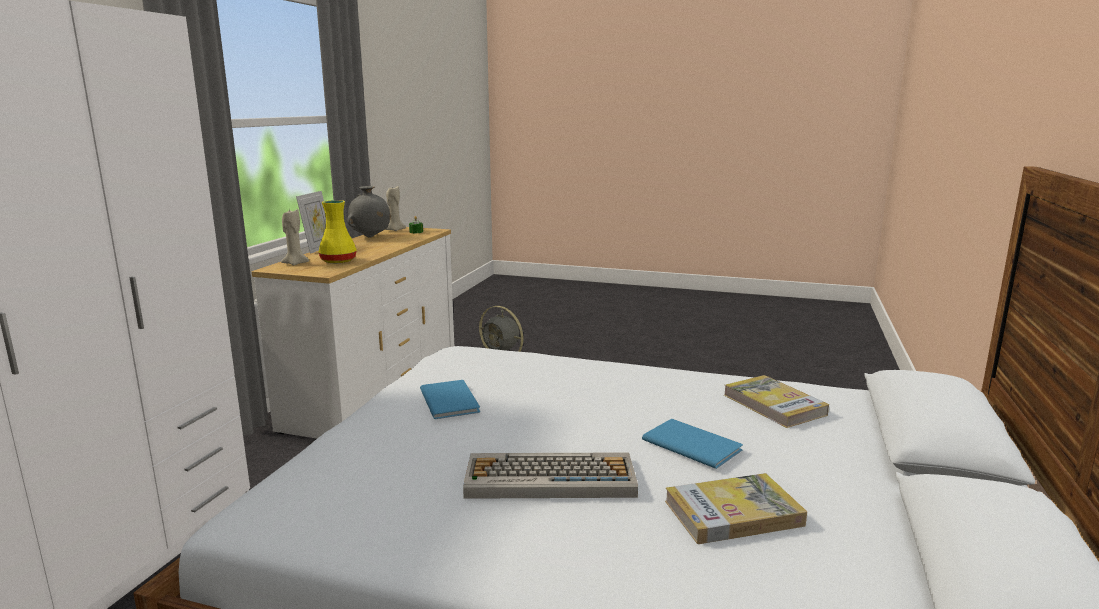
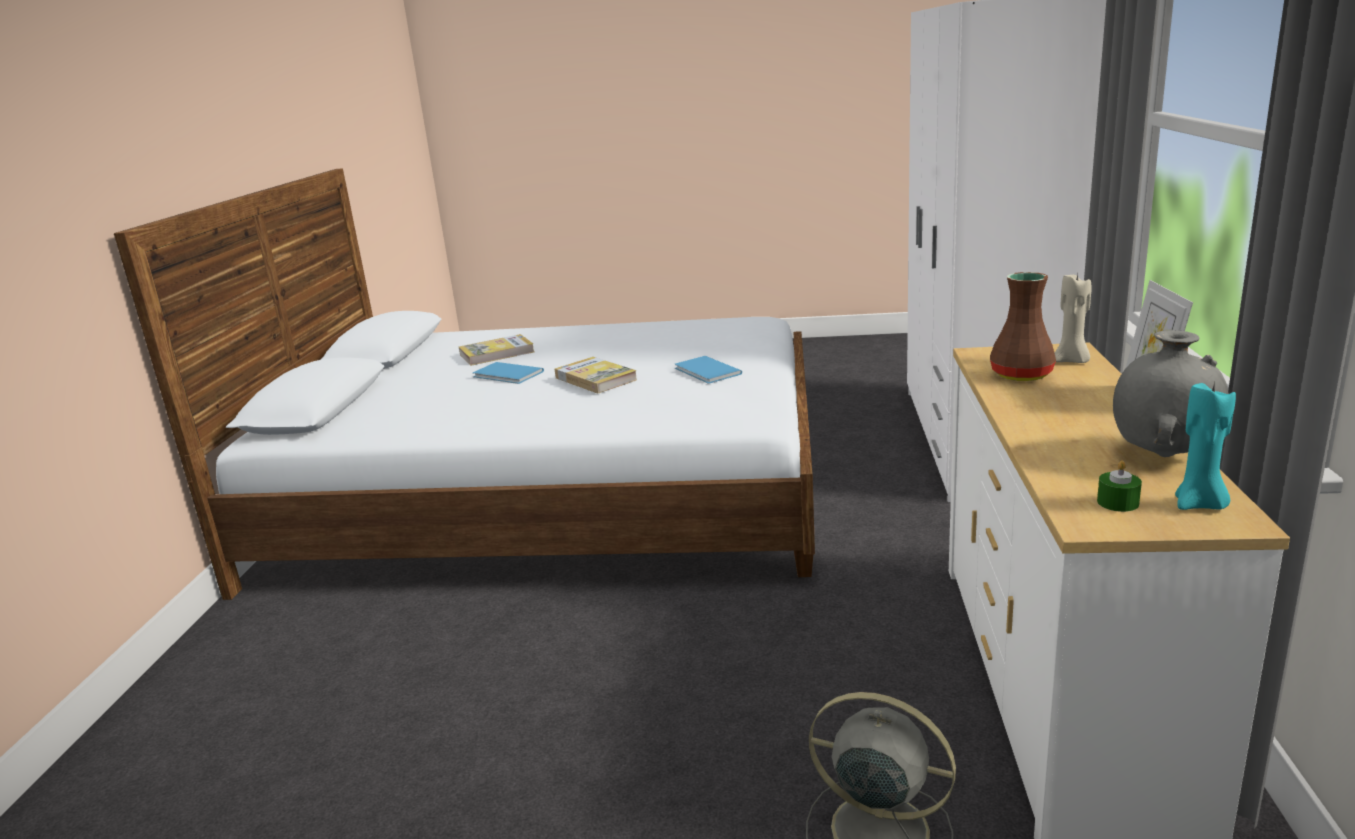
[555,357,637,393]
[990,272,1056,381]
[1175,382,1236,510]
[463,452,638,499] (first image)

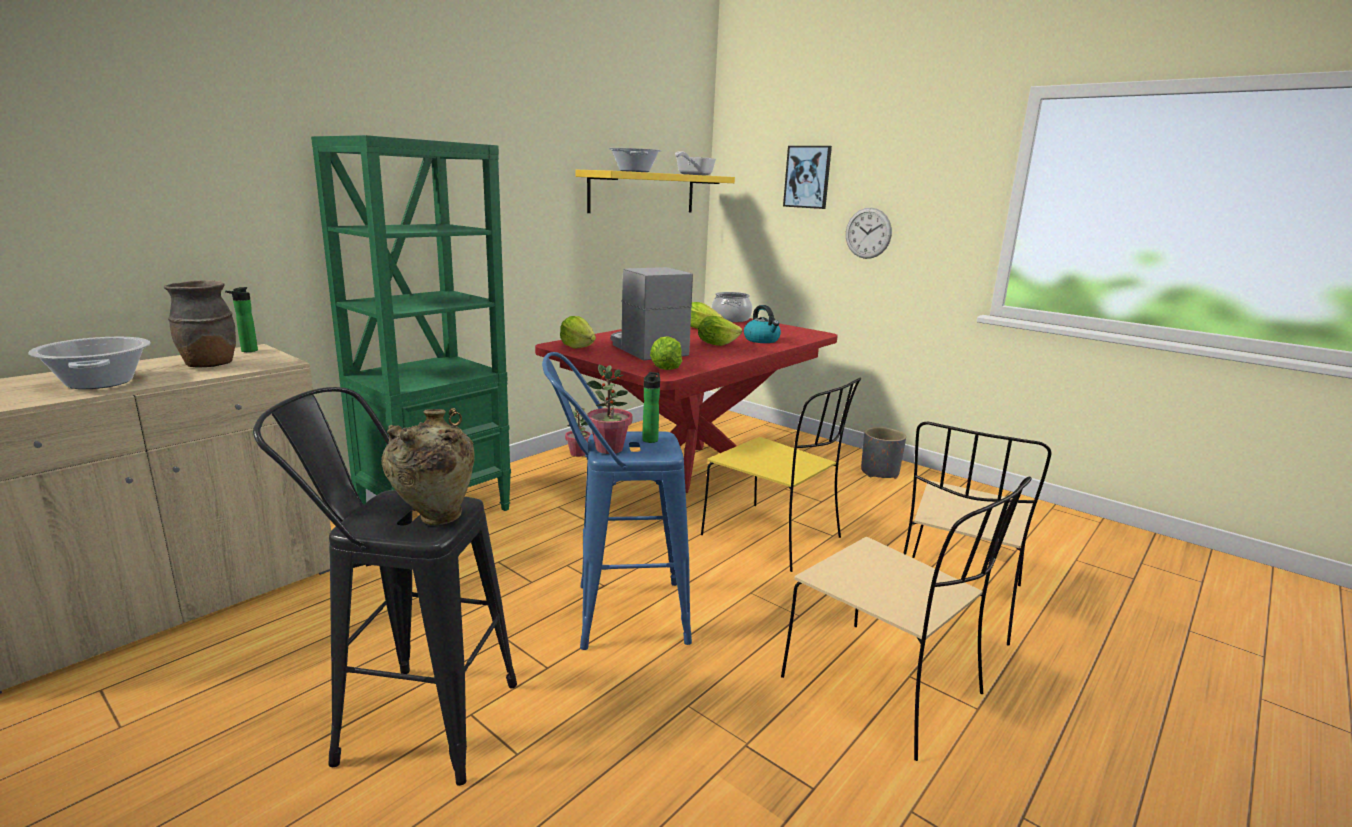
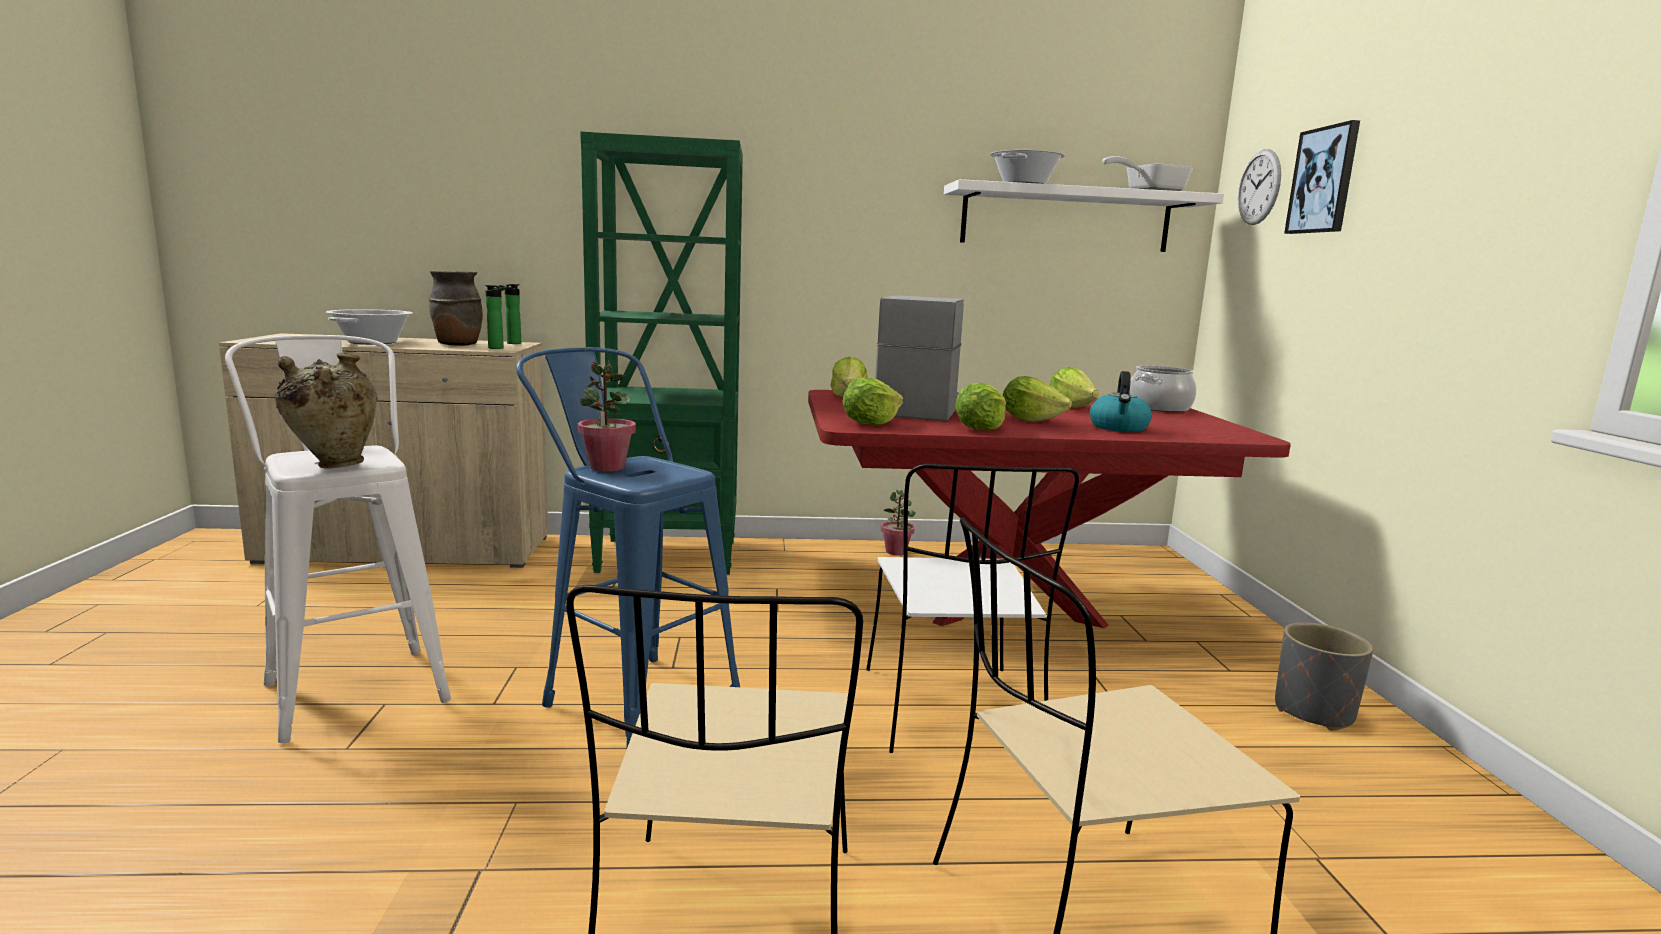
[225,335,451,743]
[485,285,508,349]
[866,464,1079,753]
[944,179,1224,252]
[955,383,1006,431]
[1238,149,1281,225]

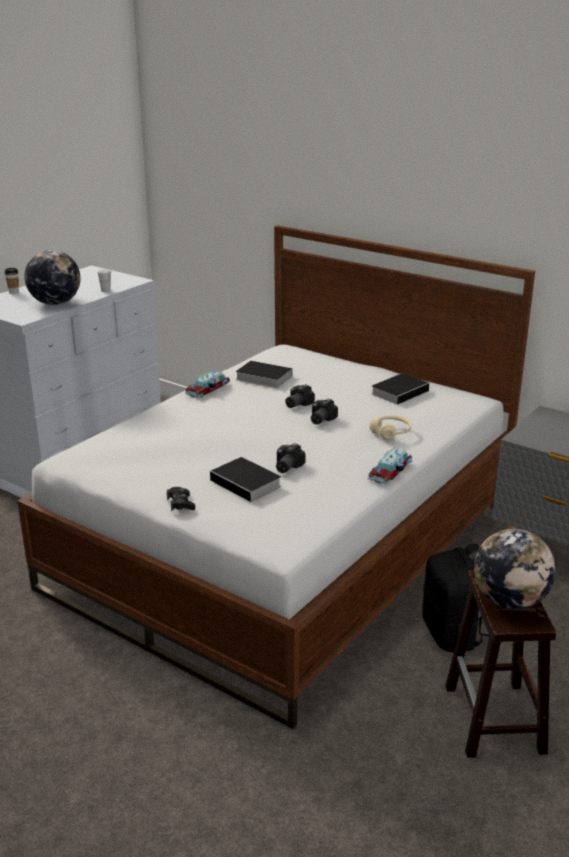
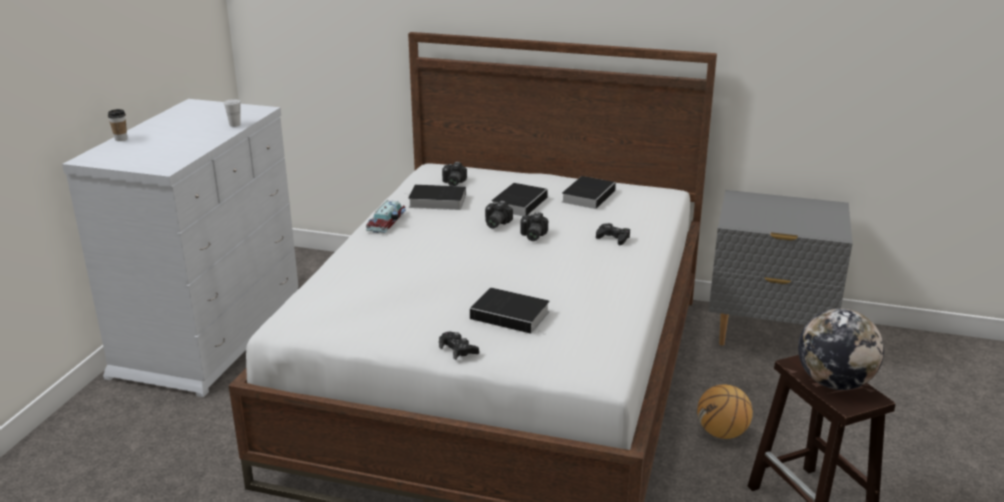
[442,162,467,186]
[491,183,548,216]
[596,223,630,245]
[697,385,753,439]
[24,250,80,305] (first image)
[368,447,413,485] (first image)

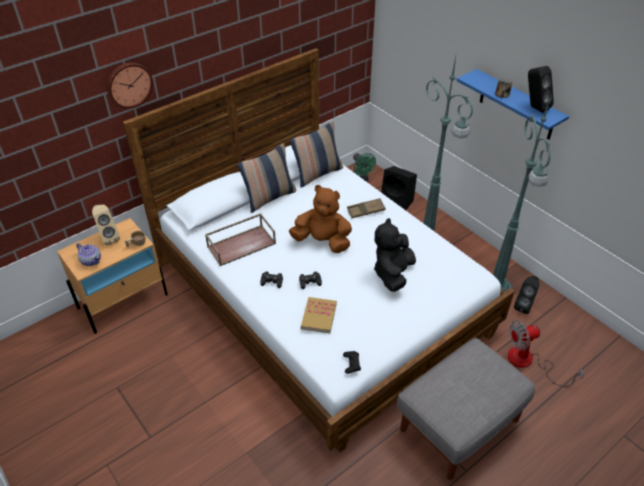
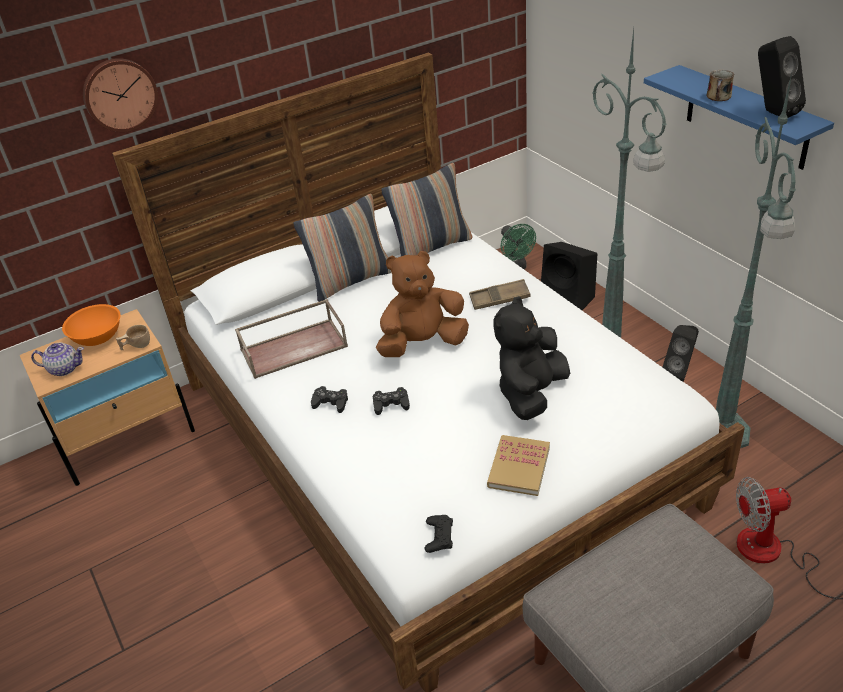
[31,343,84,376]
[62,304,121,346]
[376,251,469,357]
[487,435,550,496]
[663,325,699,382]

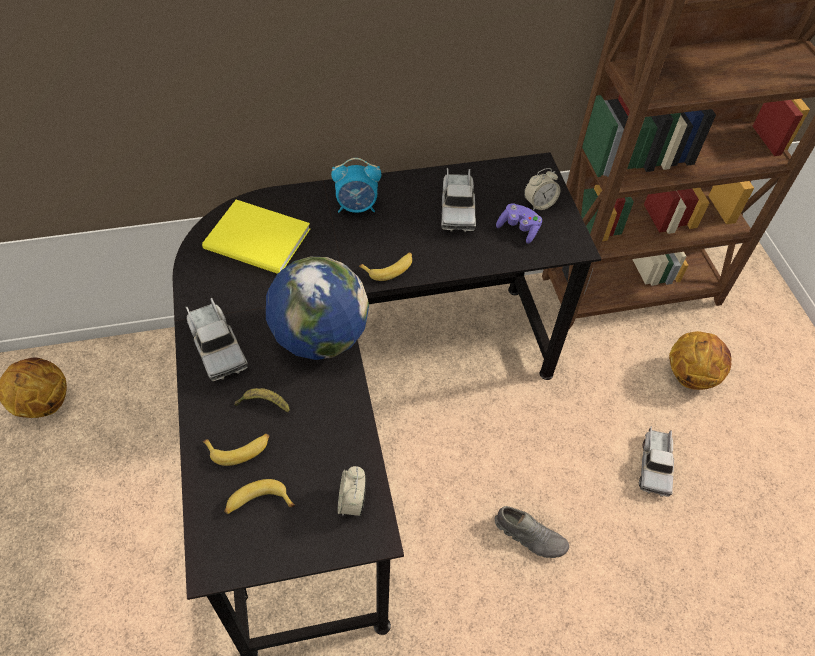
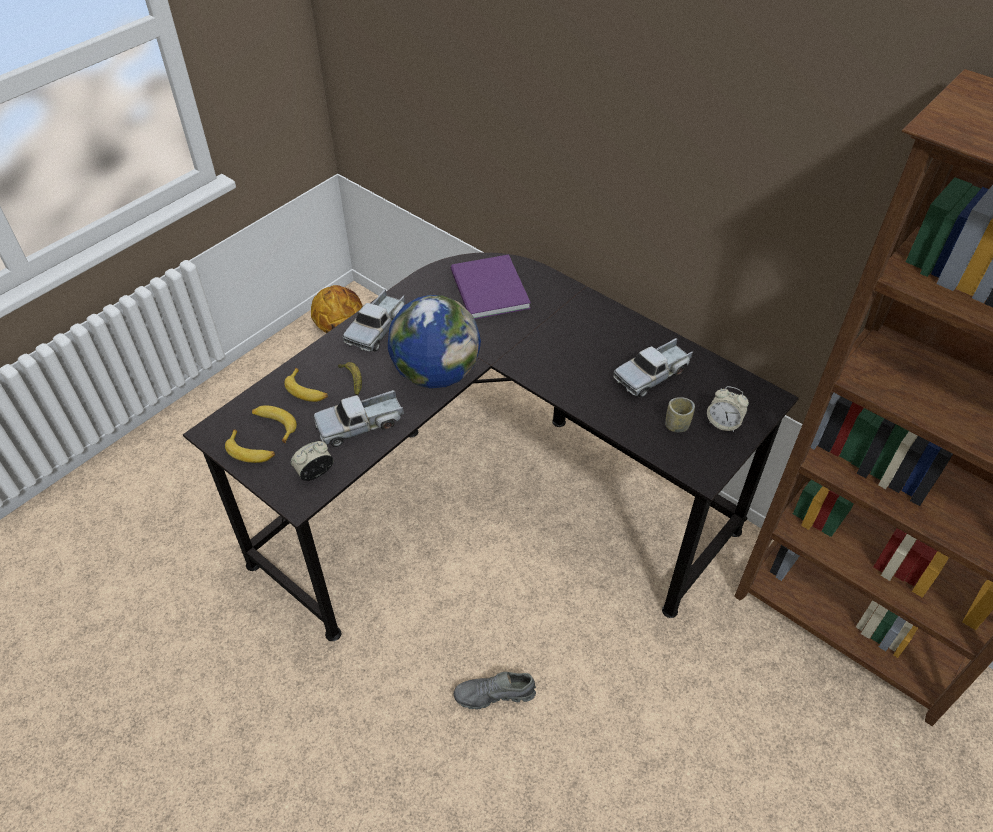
[225,429,275,463]
[314,390,404,447]
[451,254,531,319]
[454,672,536,710]
[665,397,695,432]
[331,158,381,213] (first image)
[669,331,731,390] (first image)

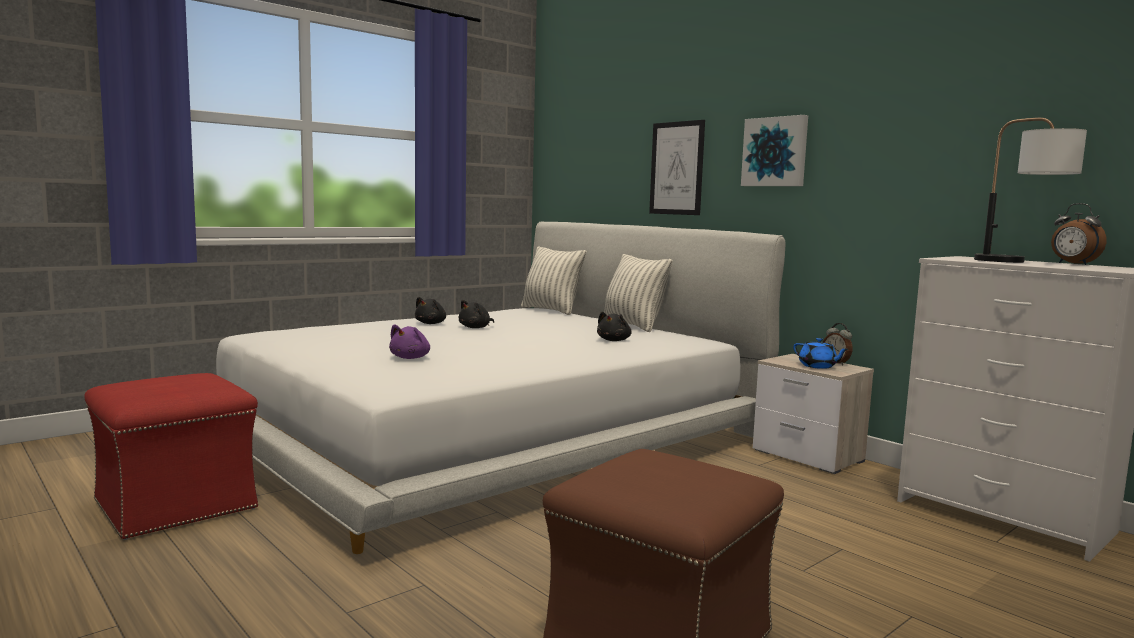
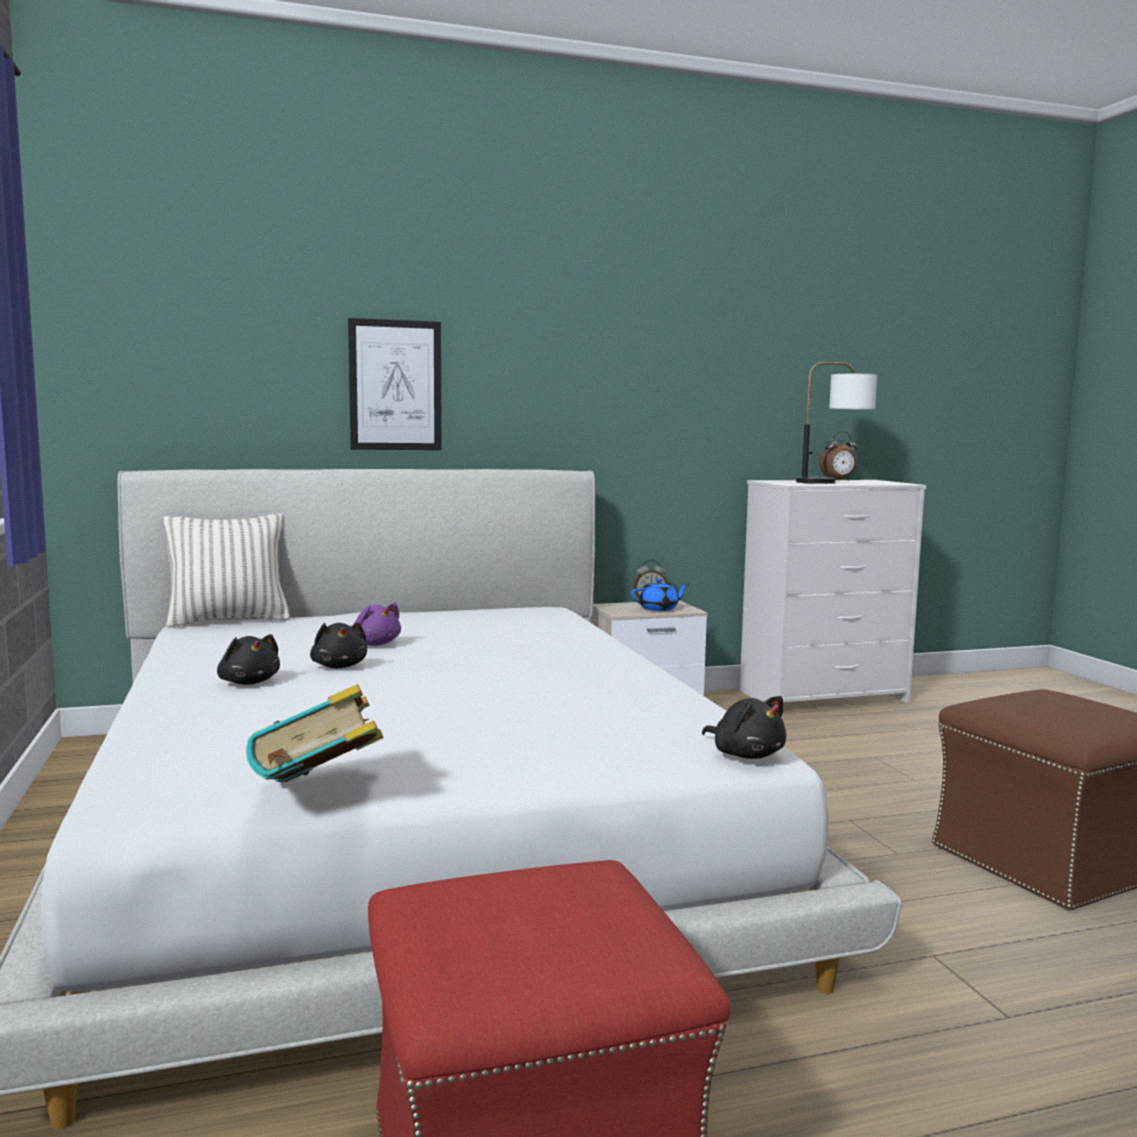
[246,684,383,782]
[354,603,401,646]
[702,696,786,759]
[604,254,672,332] (first image)
[741,115,808,186] (first image)

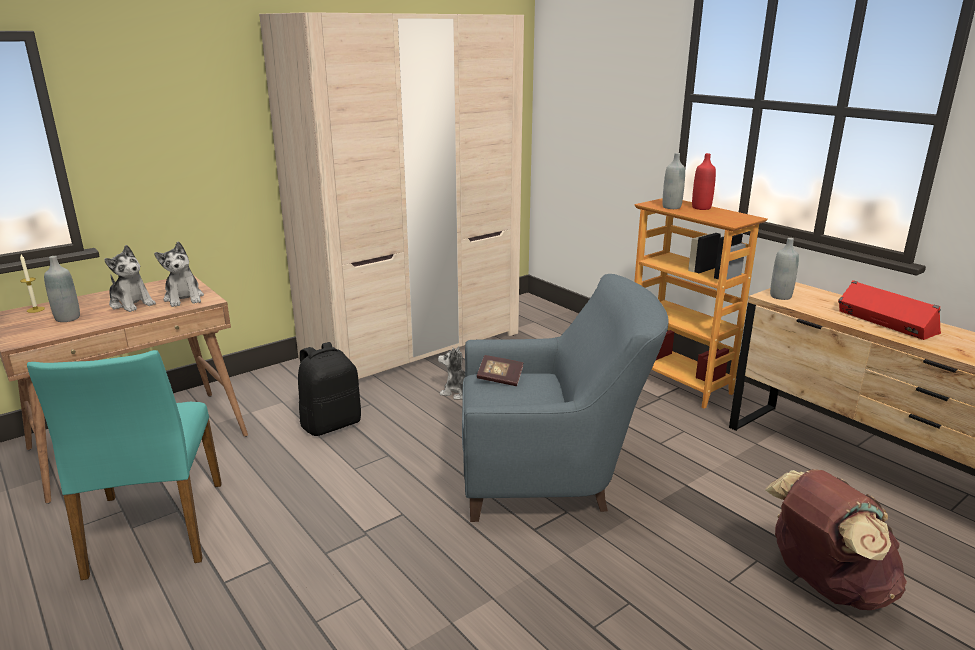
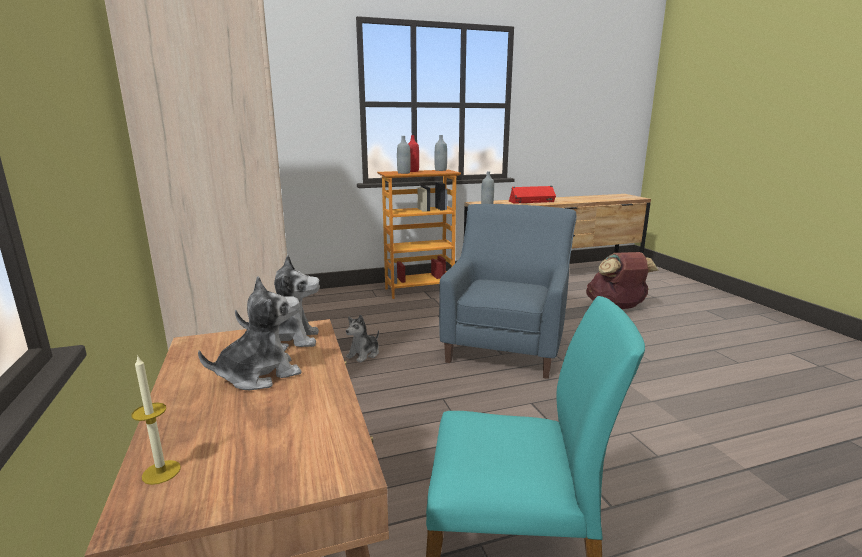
[434,135,447,171]
[298,342,361,436] (first image)
[477,355,523,386] (first image)

